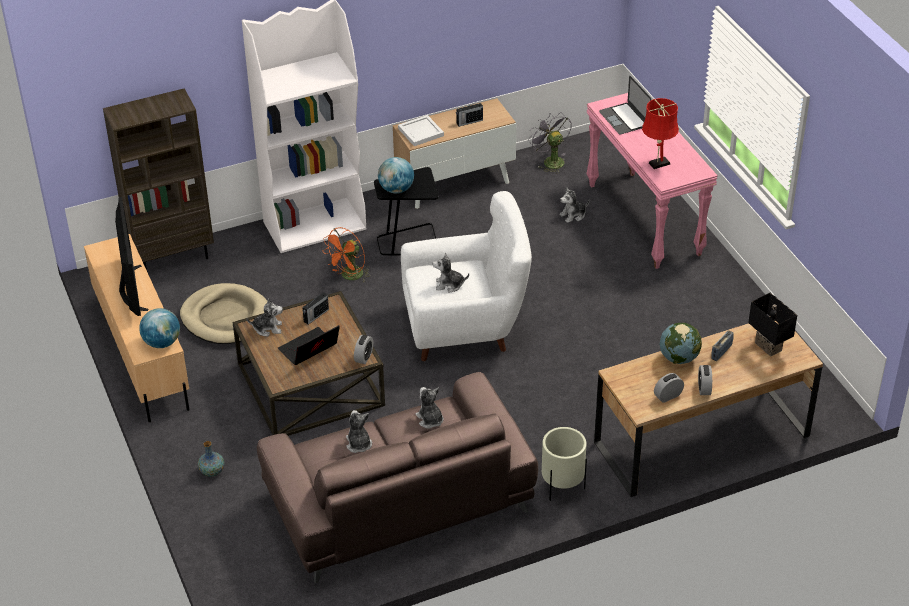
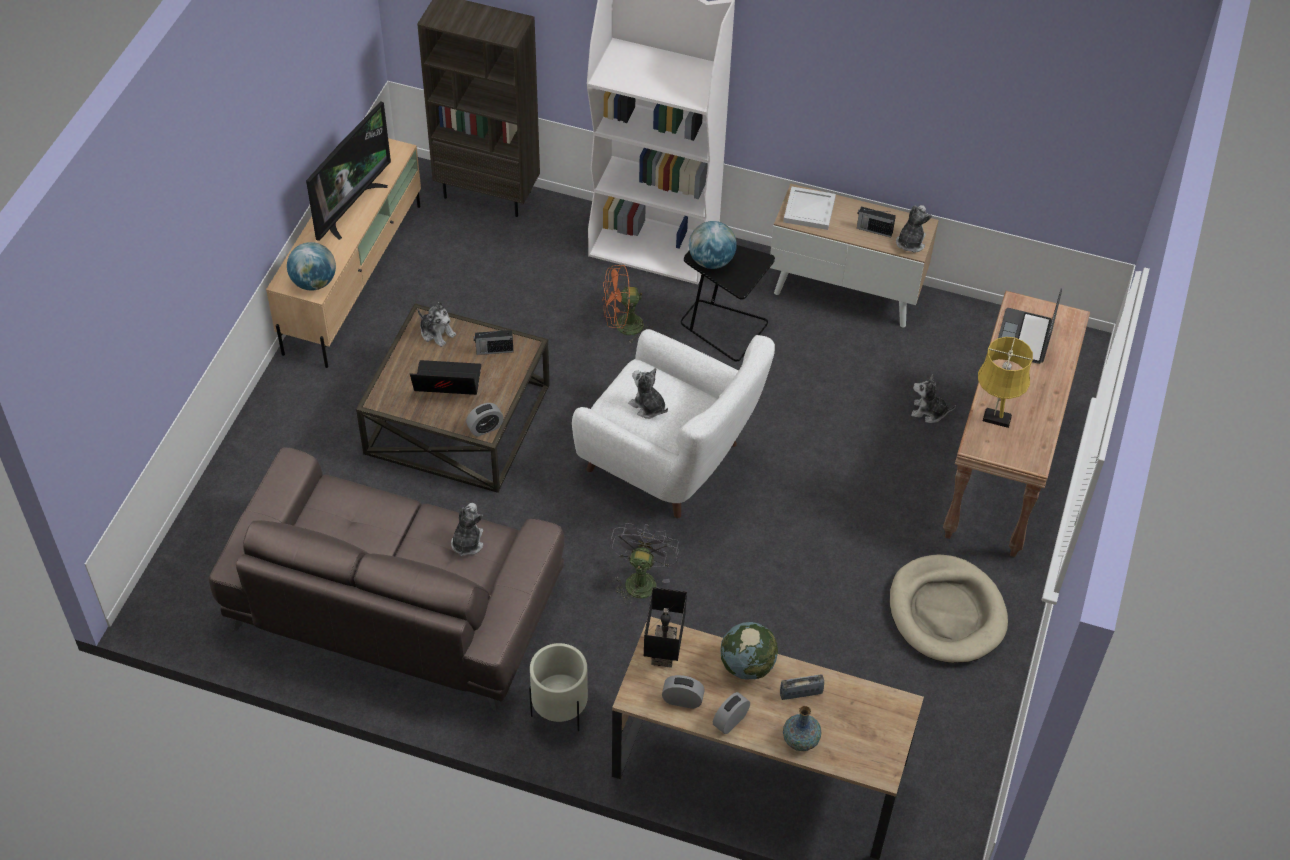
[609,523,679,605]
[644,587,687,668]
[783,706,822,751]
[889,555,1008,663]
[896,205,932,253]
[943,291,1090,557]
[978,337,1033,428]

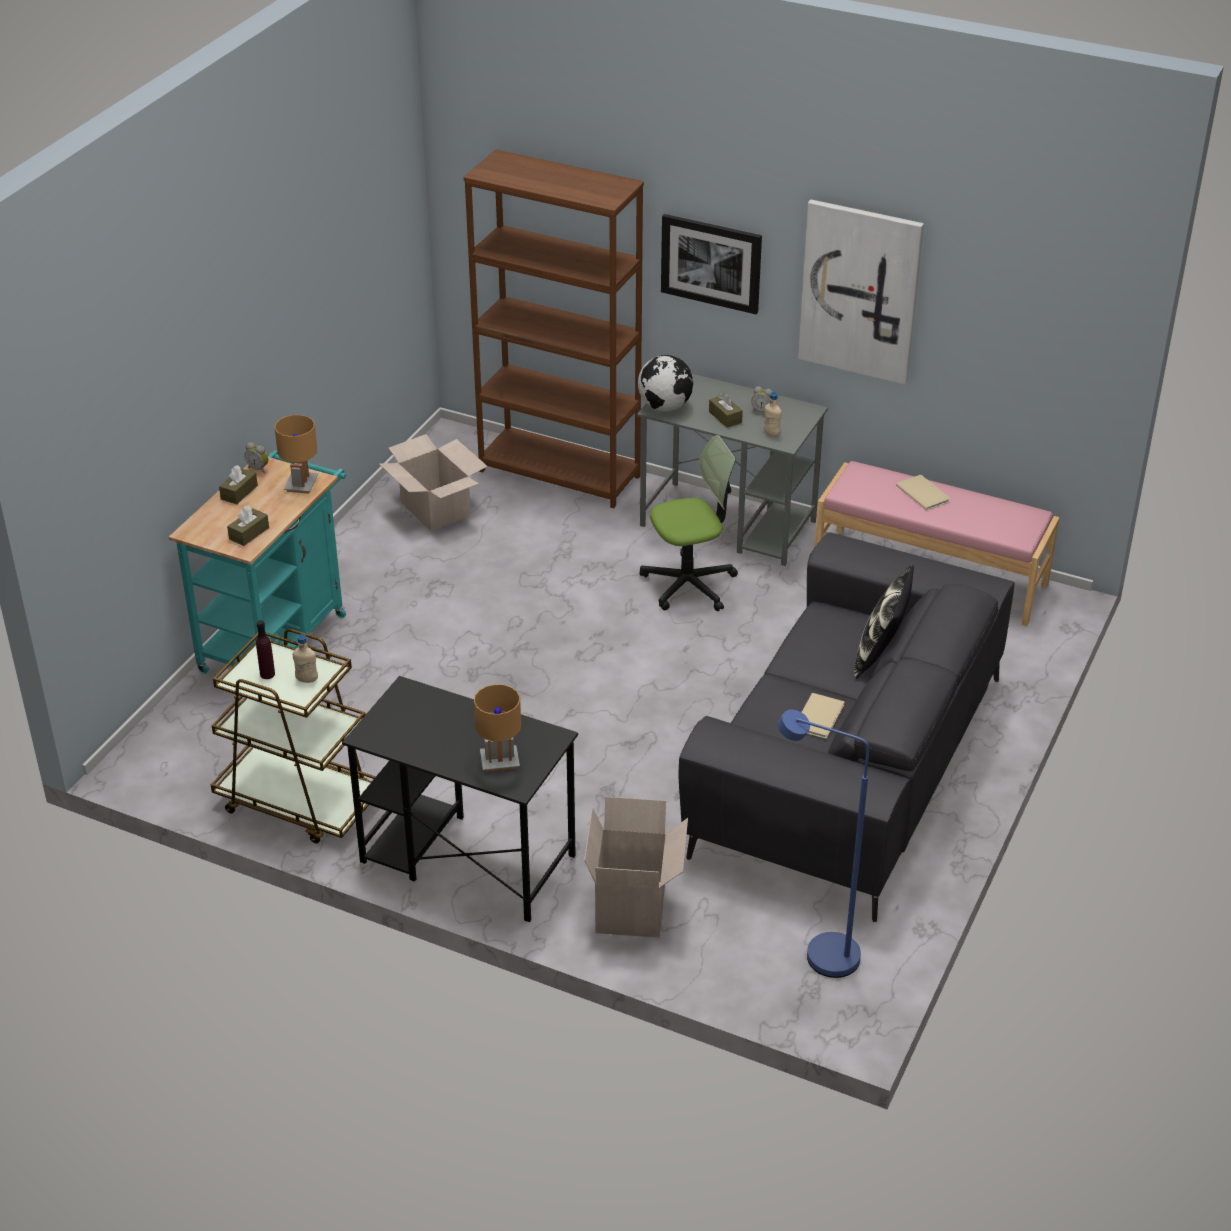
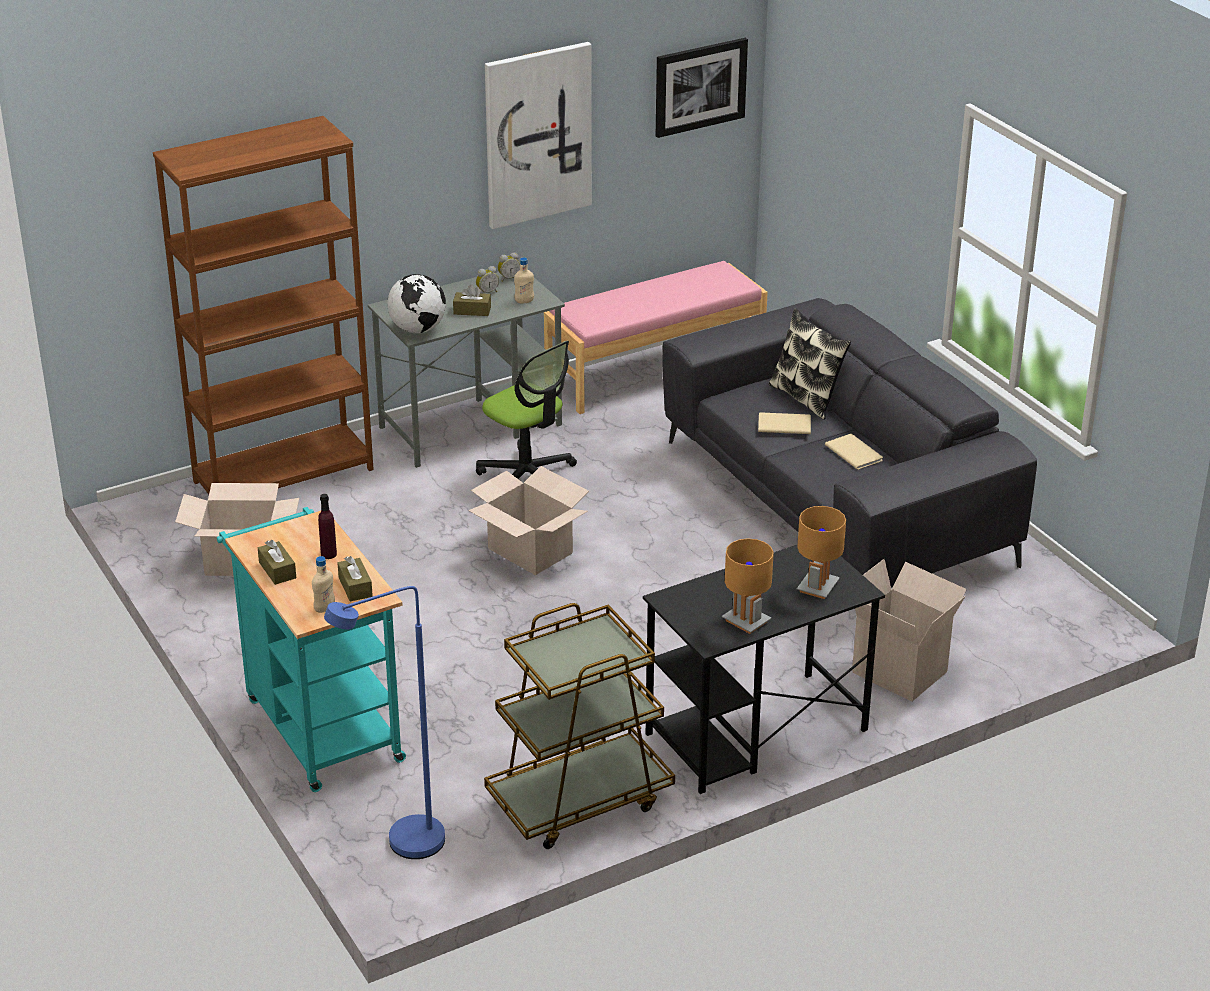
[312,556,335,613]
[318,494,337,559]
[324,586,445,859]
[468,466,589,575]
[476,341,577,479]
[498,253,520,282]
[656,38,748,138]
[722,538,774,634]
[758,412,811,434]

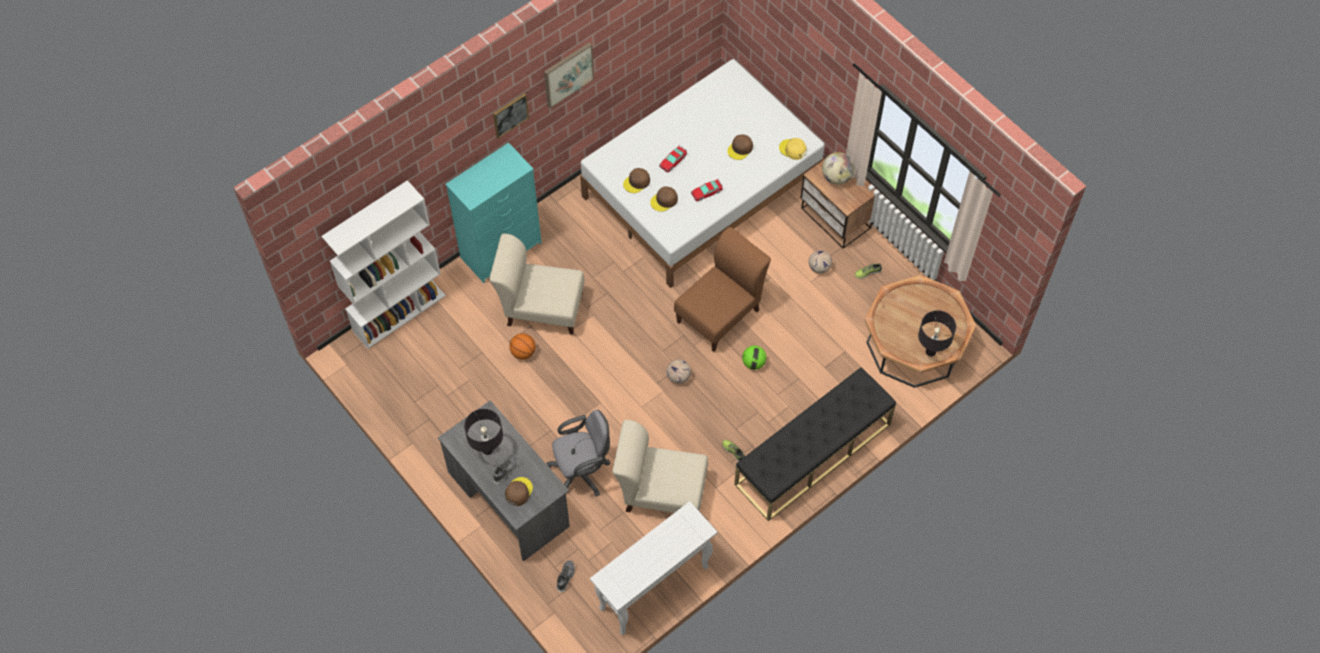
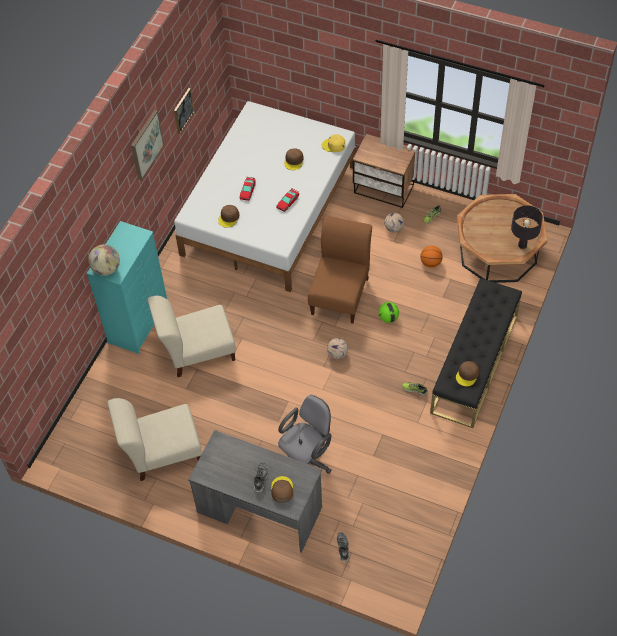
[88,245,120,276]
[108,398,202,481]
[174,88,194,134]
[420,246,443,268]
[456,361,479,387]
[322,180,446,349] (first image)
[464,409,503,455] (first image)
[590,501,717,635] (first image)

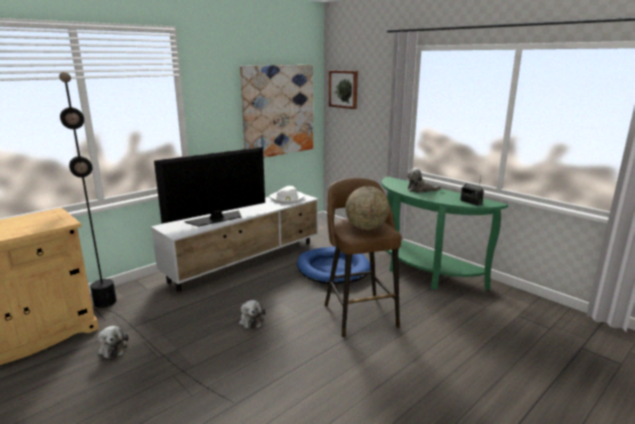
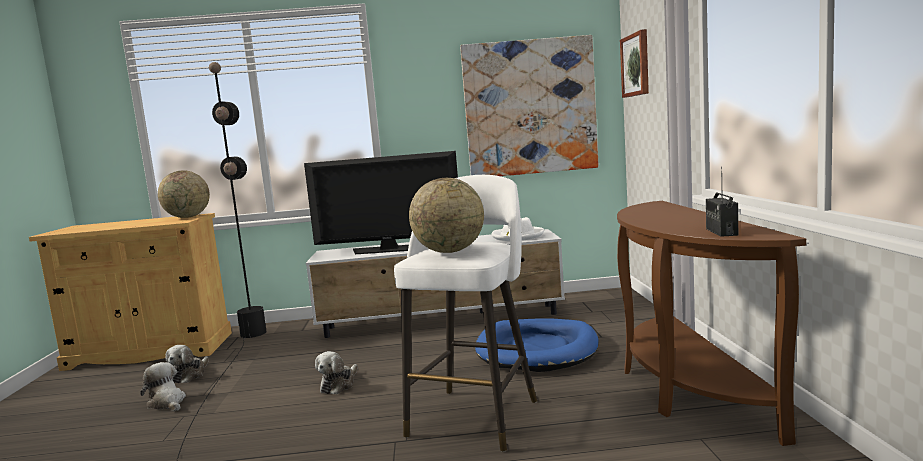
[140,362,186,411]
[158,170,210,218]
[394,175,537,452]
[617,201,806,446]

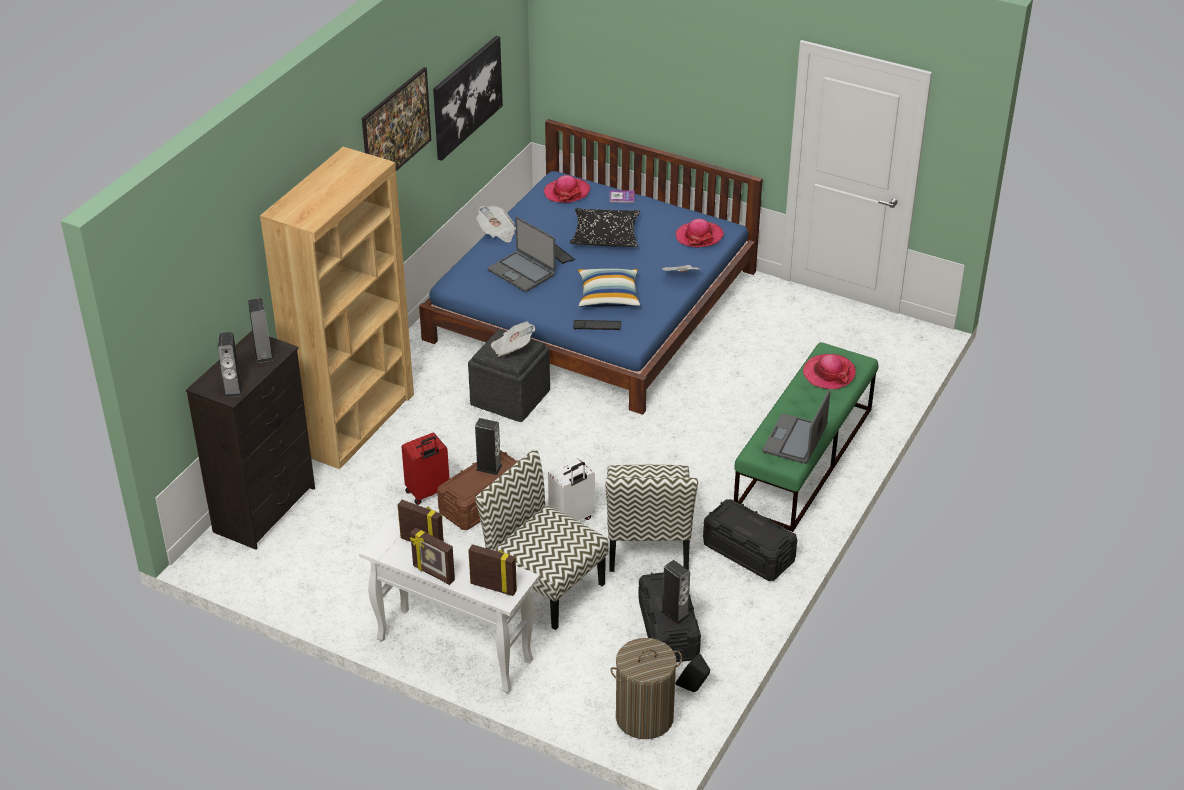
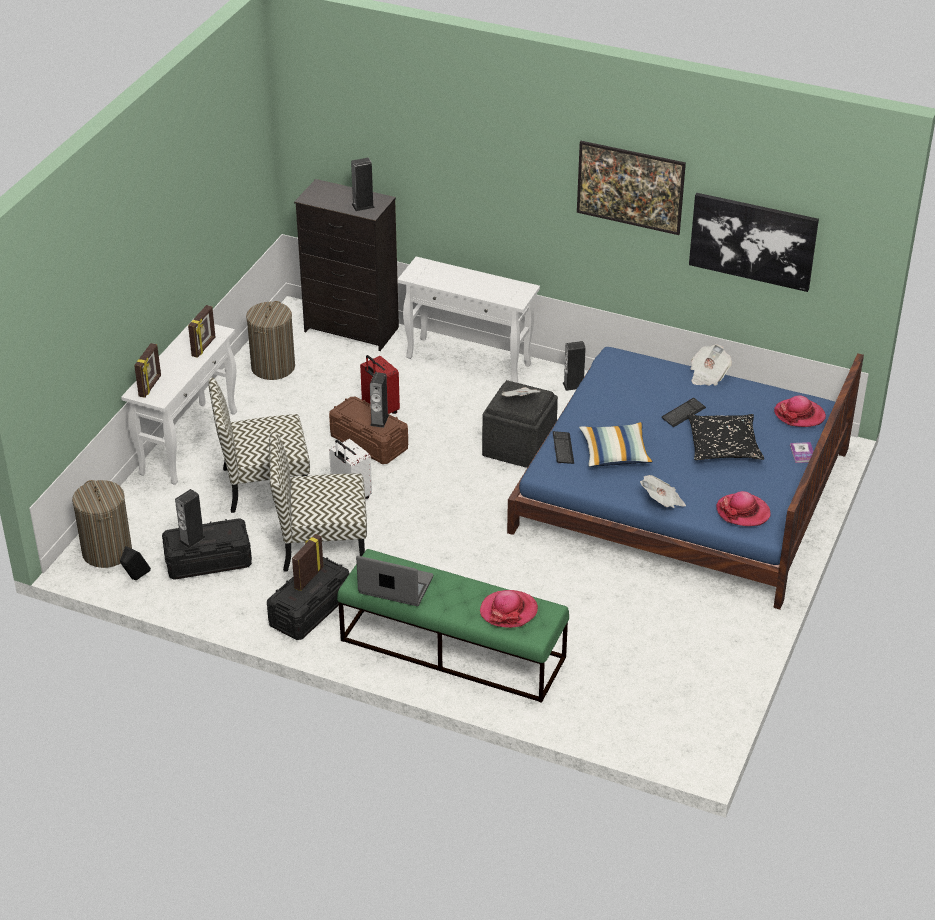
[208,378,310,513]
[246,301,295,380]
[292,534,323,591]
[397,257,540,383]
[563,341,586,391]
[488,217,556,292] (first image)

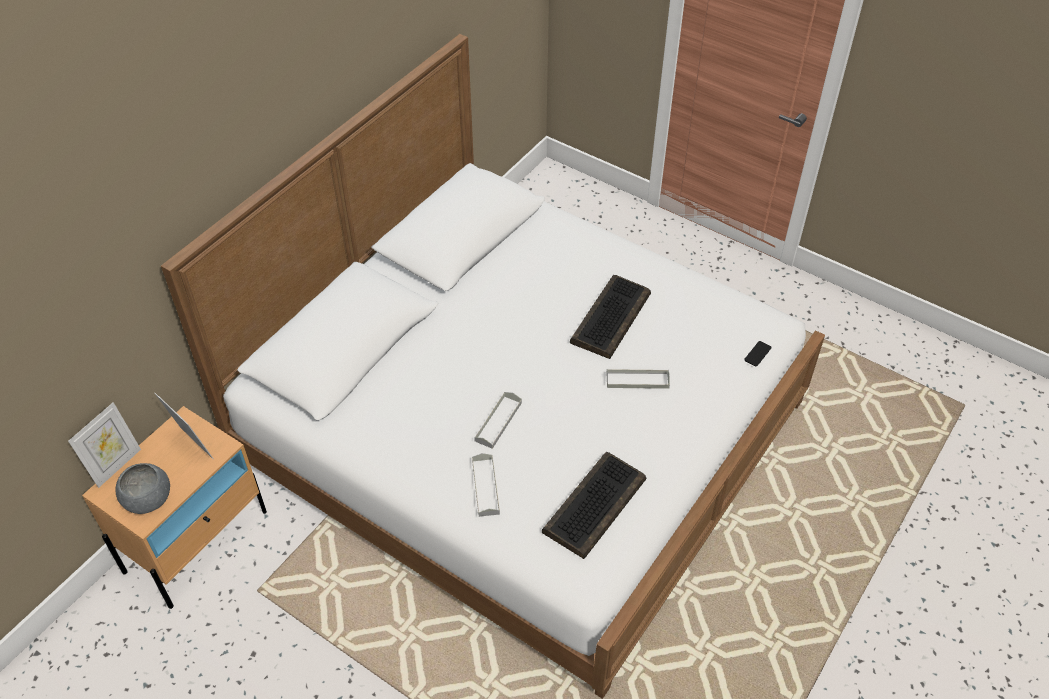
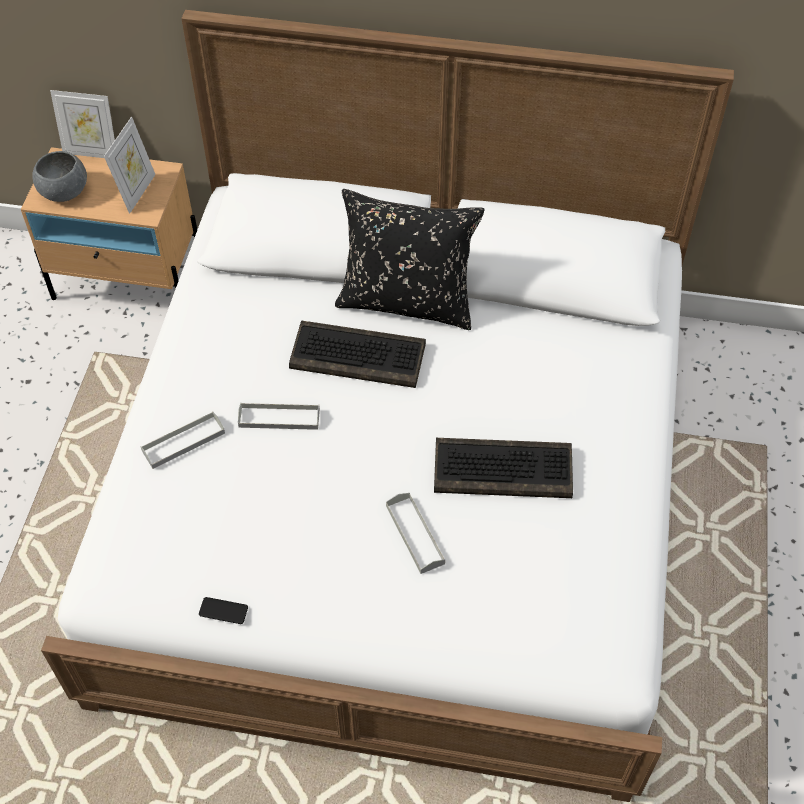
[199,597,248,624]
[289,321,426,388]
[335,189,485,330]

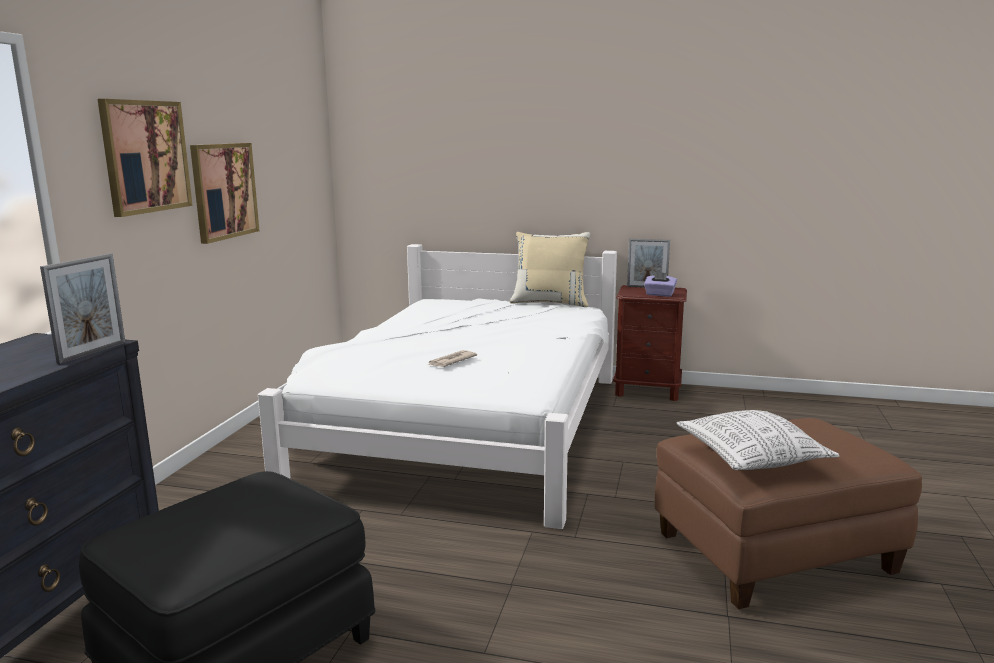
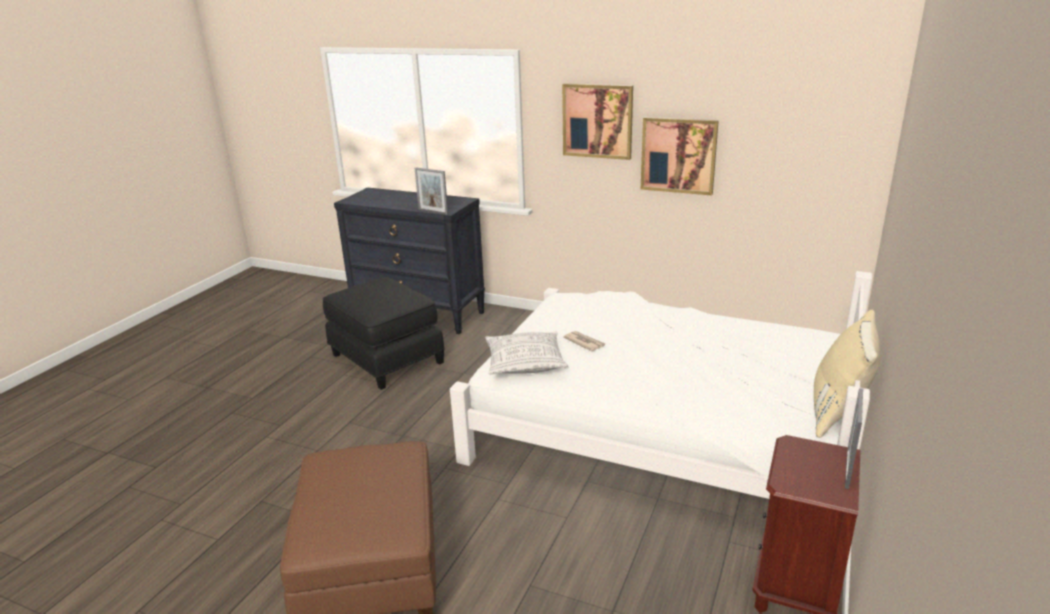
[485,331,568,375]
[644,272,677,297] (first image)

